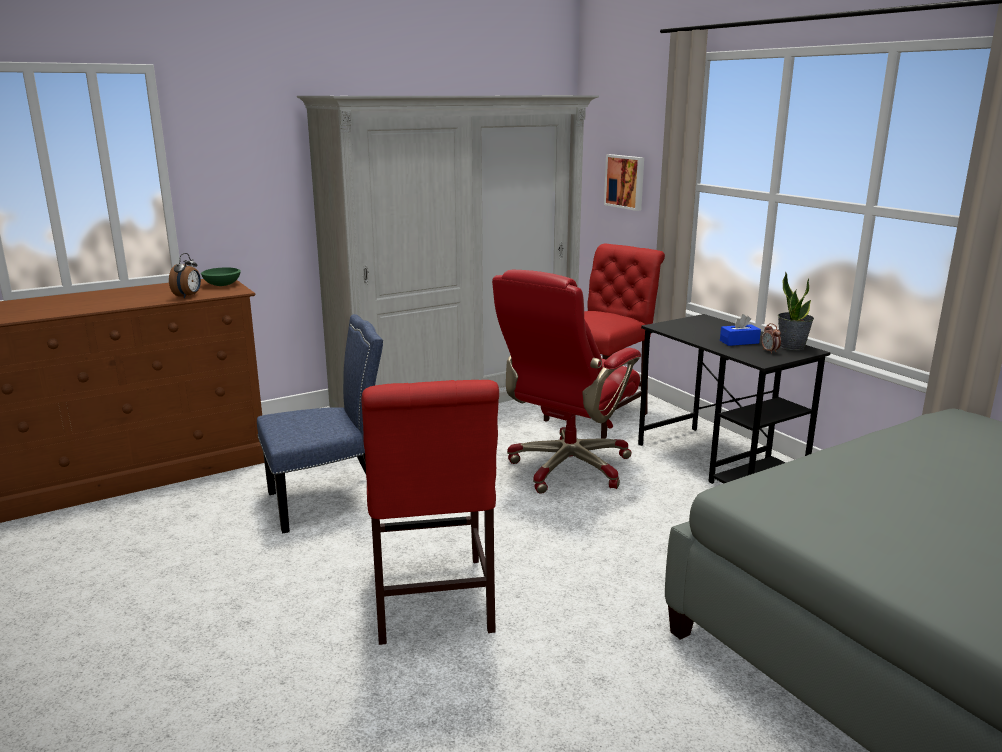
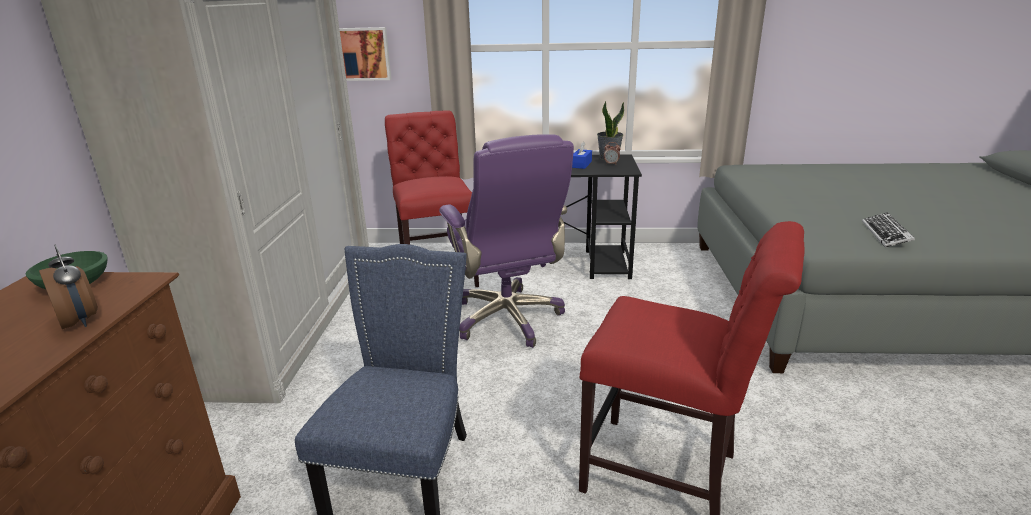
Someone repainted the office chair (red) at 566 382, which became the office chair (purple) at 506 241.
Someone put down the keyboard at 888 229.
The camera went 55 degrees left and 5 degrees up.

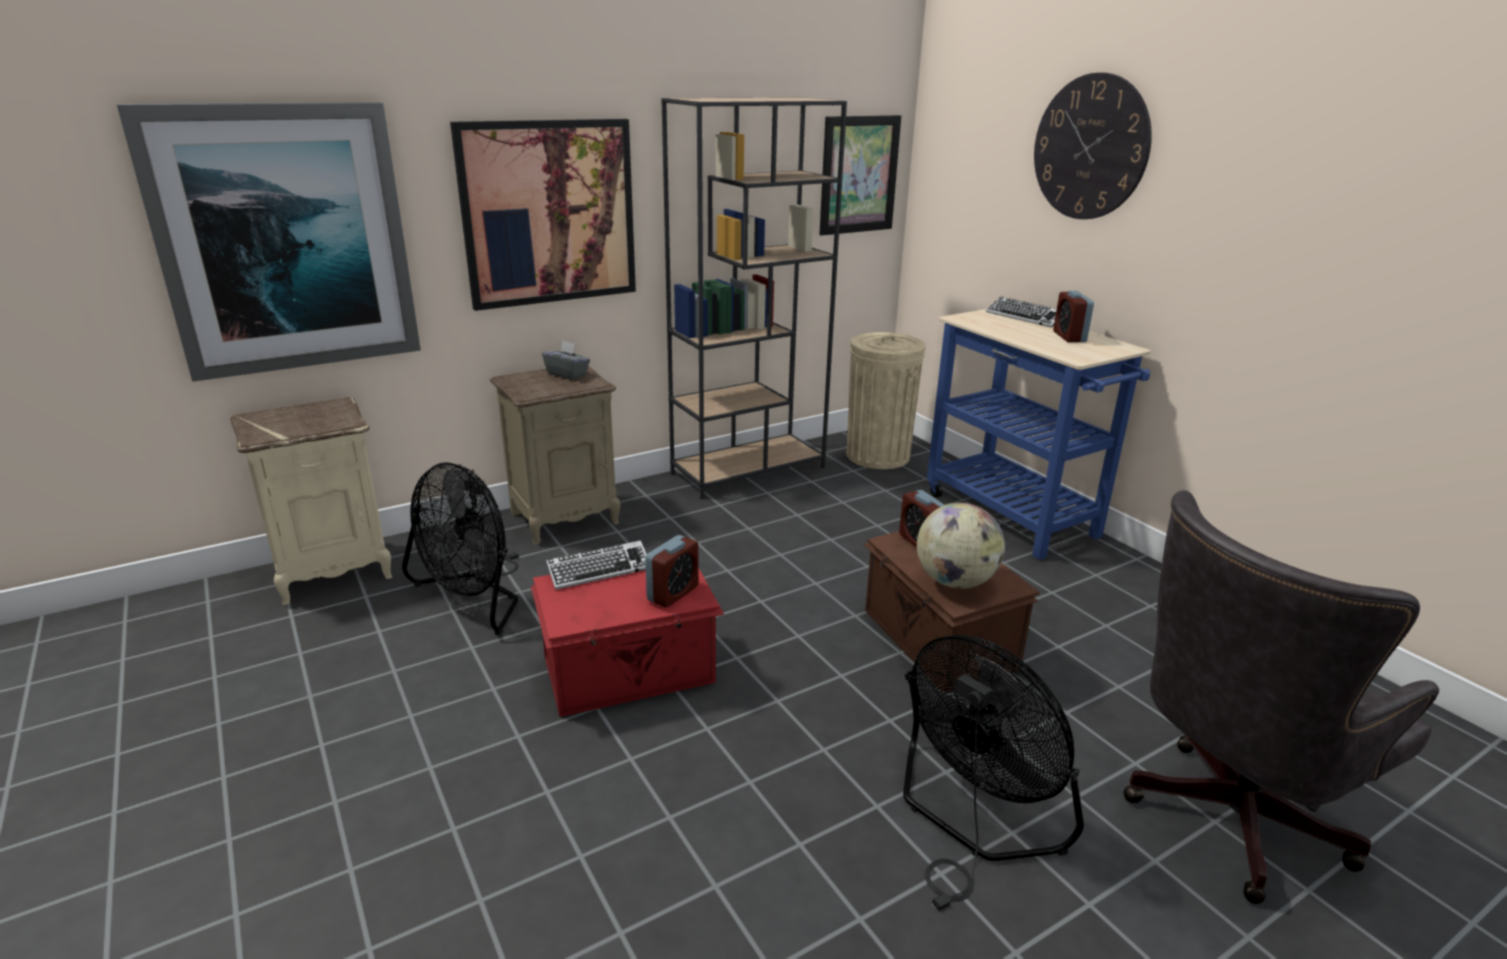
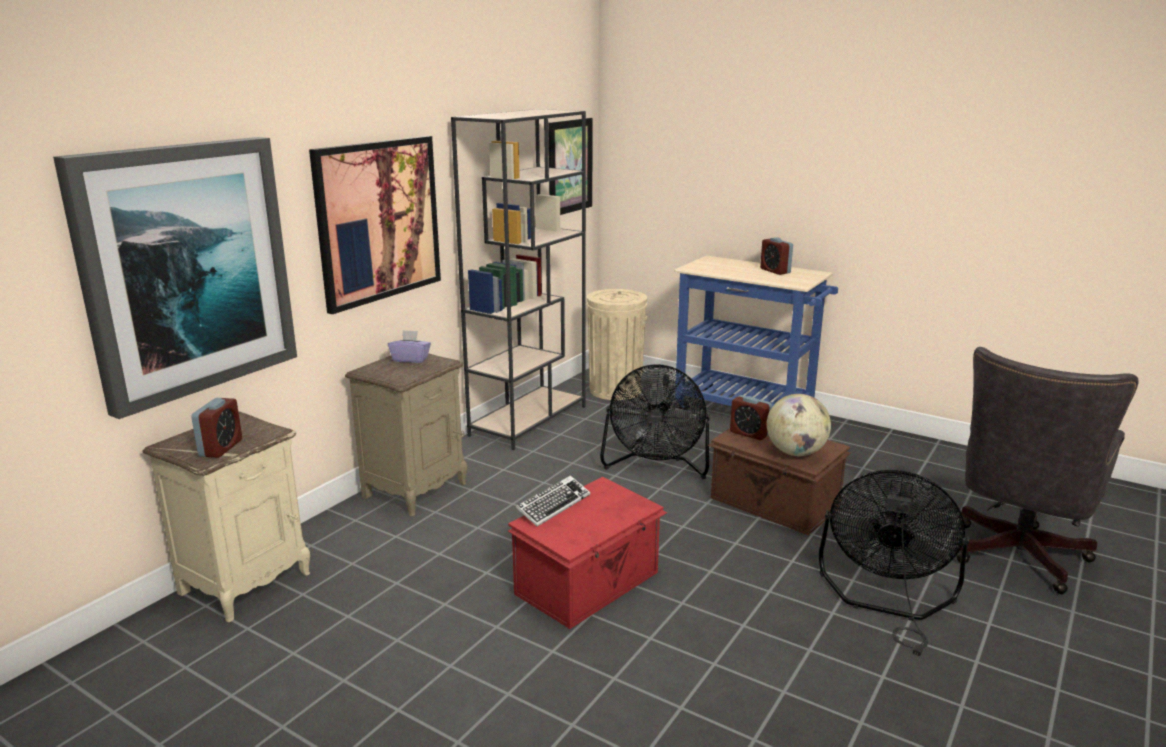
Someone carried the fan (black) from 460 549 to 655 421.
Someone repainted the tissue box (grey) at 566 360, which became the tissue box (purple) at 409 346.
Someone carried the alarm clock from 672 571 to 216 428.
Someone took away the keyboard at 1021 312.
Someone took away the wall clock at 1093 145.
The camera went 25 degrees left and 5 degrees down.

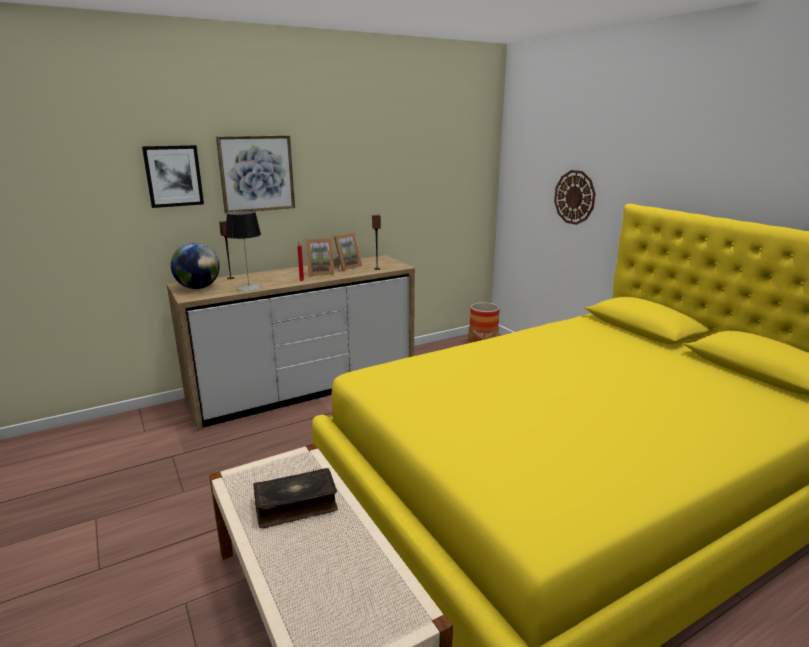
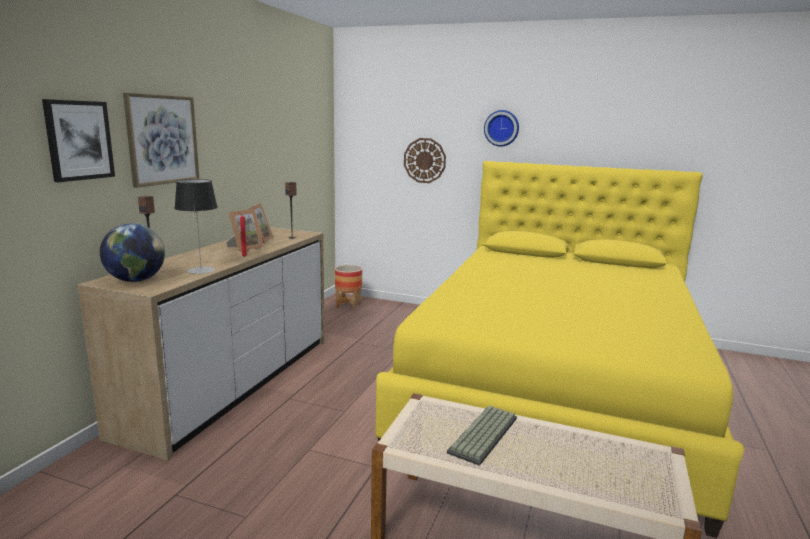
Someone swapped the book at 295 498 for the keyboard at 482 435.
Someone put up the wall clock at 501 128.
The camera went 40 degrees left and 5 degrees down.

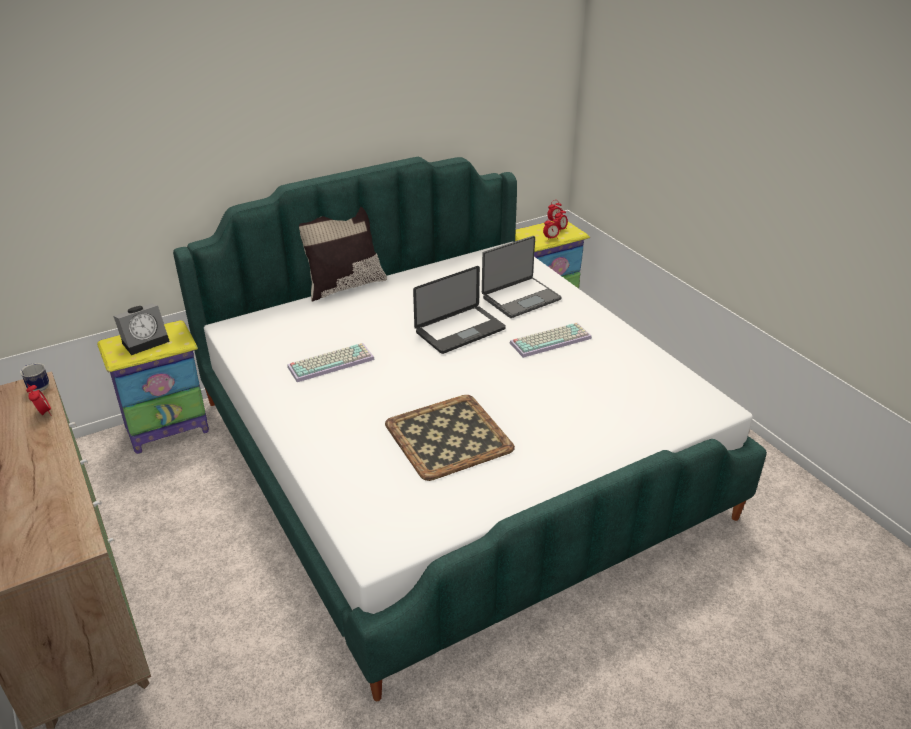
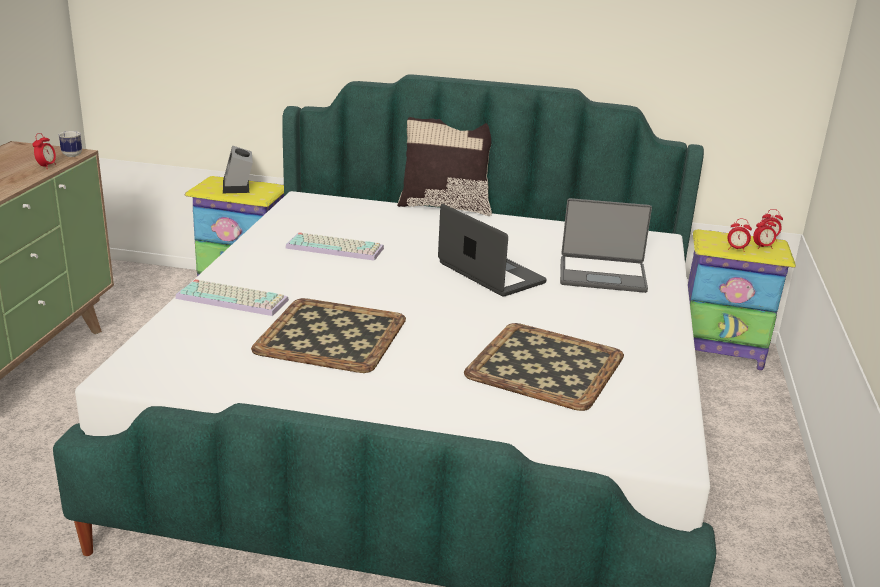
Someone rotated the alarm clock at 141 329 by 75 degrees clockwise.
Someone rotated the laptop at 459 310 by 135 degrees counterclockwise.
Someone carried the keyboard from 551 340 to 232 297.
Someone put down the tray at 544 367.
The camera went 40 degrees right and 10 degrees down.

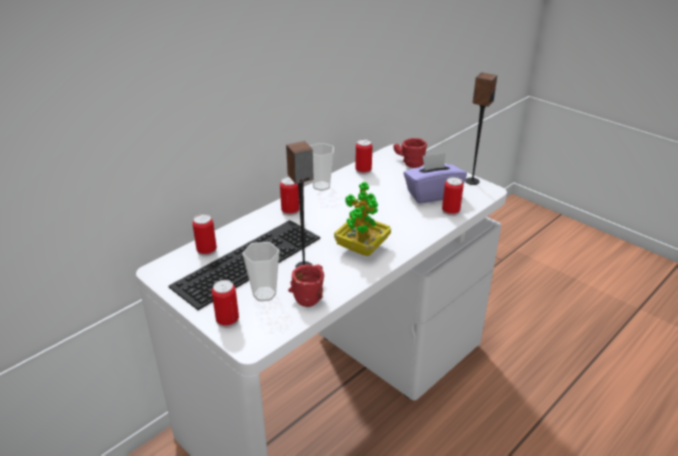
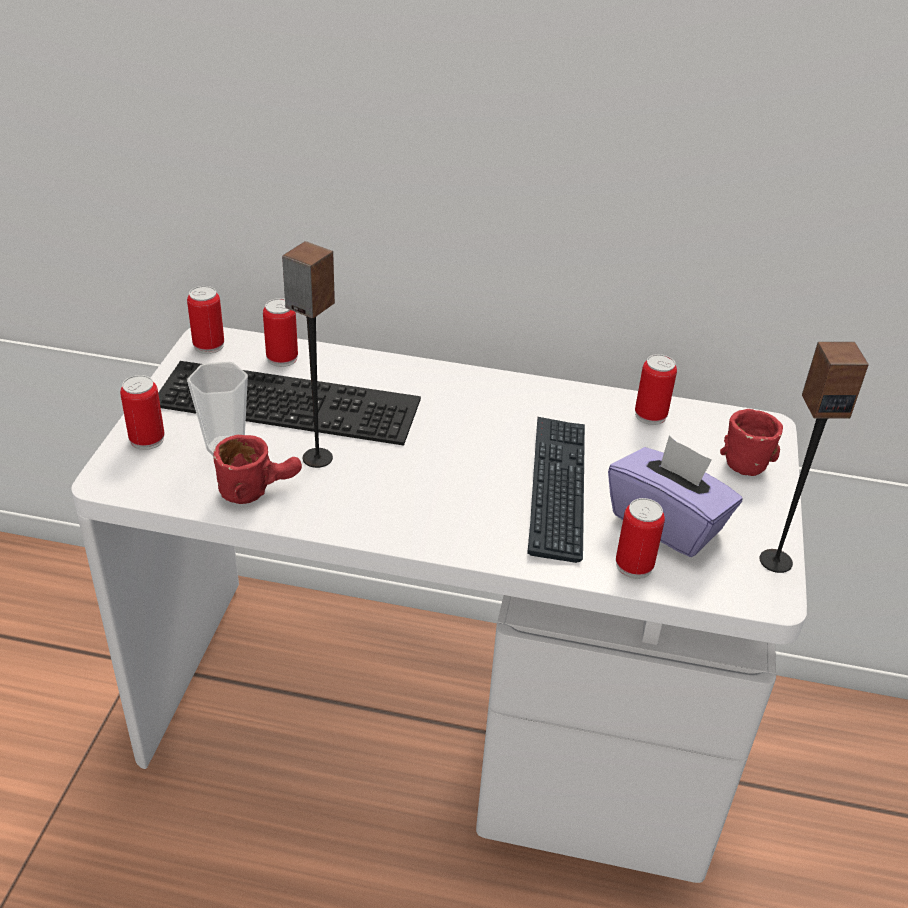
Someone carried the can from 289 196 to 205 320.
Someone took away the cup at 322 167.
Someone took away the potted plant at 362 219.
Someone put down the keyboard at 556 490.
The camera went 55 degrees right and 5 degrees up.

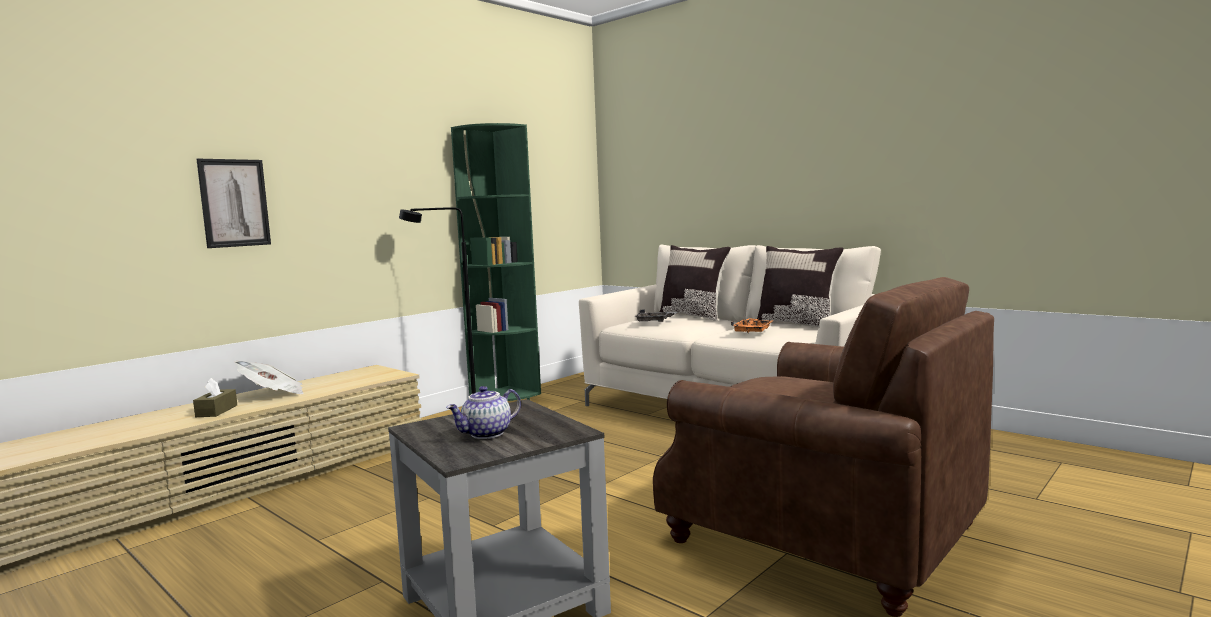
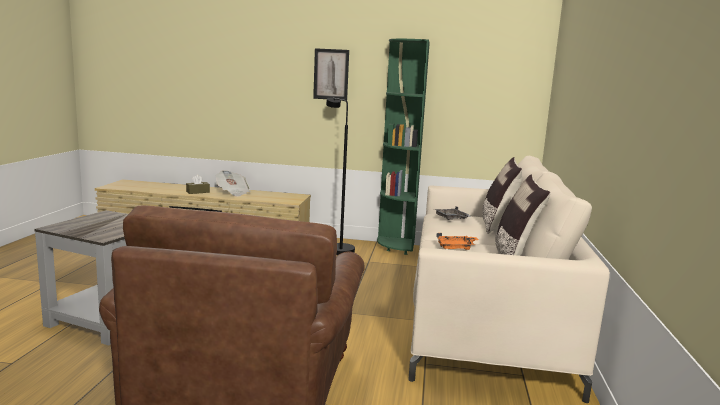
Someone carried the picture from 234 203 to 331 74.
Someone took away the teapot at 483 412.
The camera went 55 degrees right and 5 degrees up.

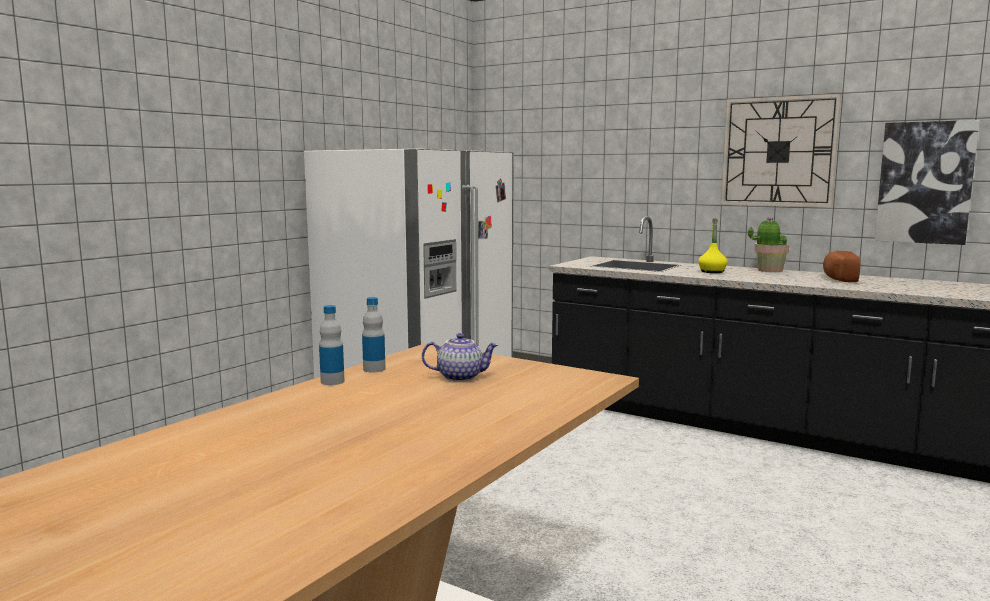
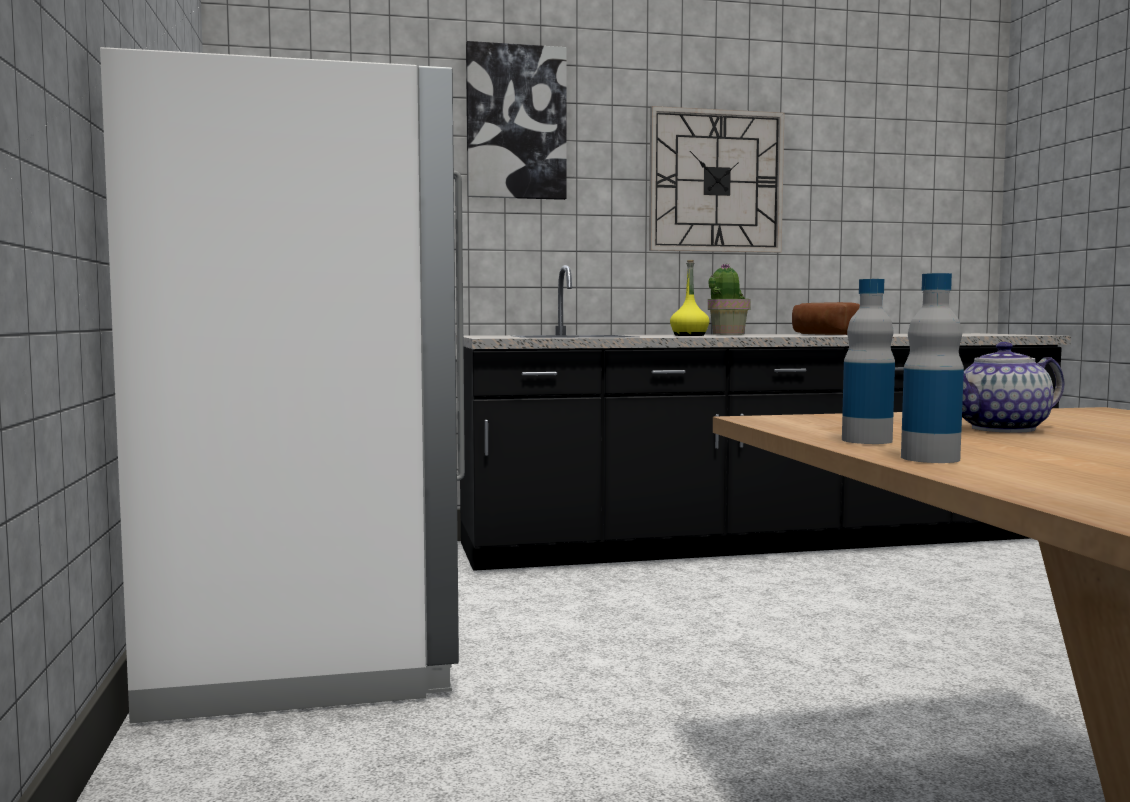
Someone rotated the teapot at 460 357 by 150 degrees counterclockwise.
Someone carried the picture from 927 182 to 516 120.
The camera went 45 degrees left and 5 degrees down.

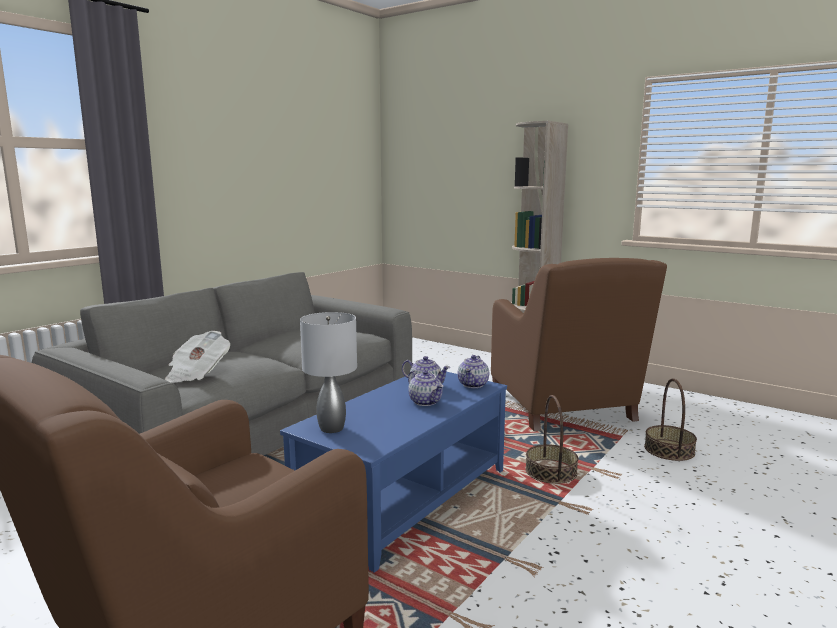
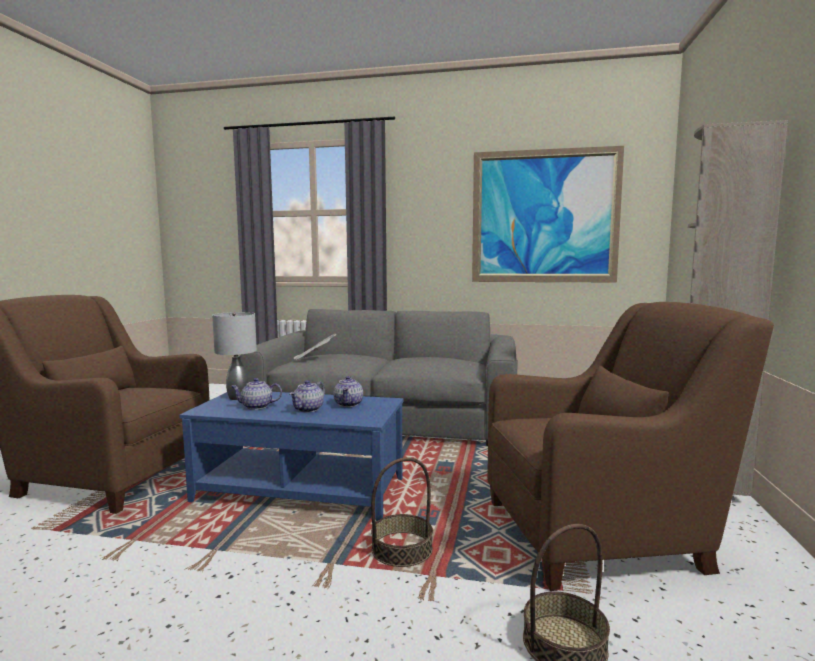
Someone carried the teapot from 473 371 to 256 394.
Someone rotated the armchair (brown) at 579 344 by 150 degrees counterclockwise.
Someone put up the picture at 548 214.
The camera went 65 degrees right and 5 degrees down.

